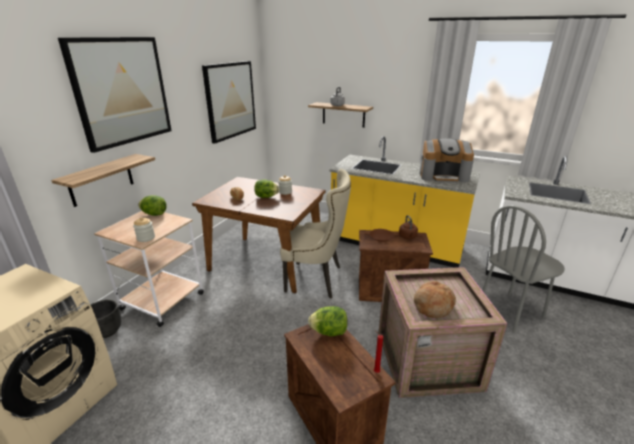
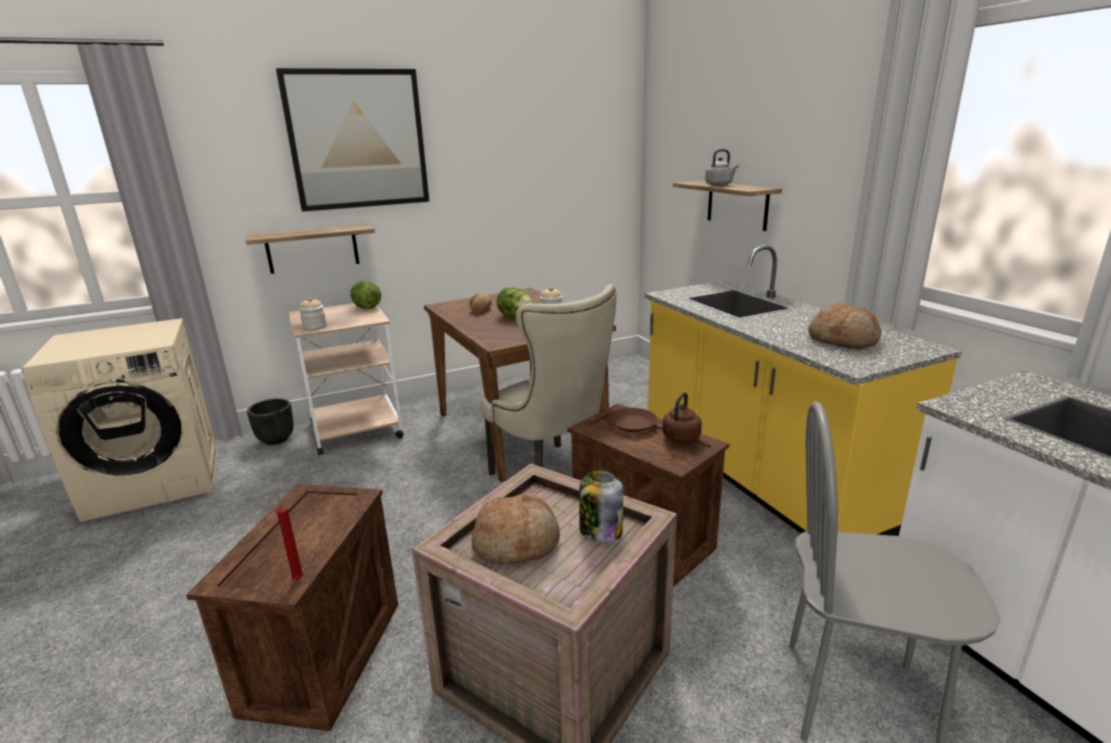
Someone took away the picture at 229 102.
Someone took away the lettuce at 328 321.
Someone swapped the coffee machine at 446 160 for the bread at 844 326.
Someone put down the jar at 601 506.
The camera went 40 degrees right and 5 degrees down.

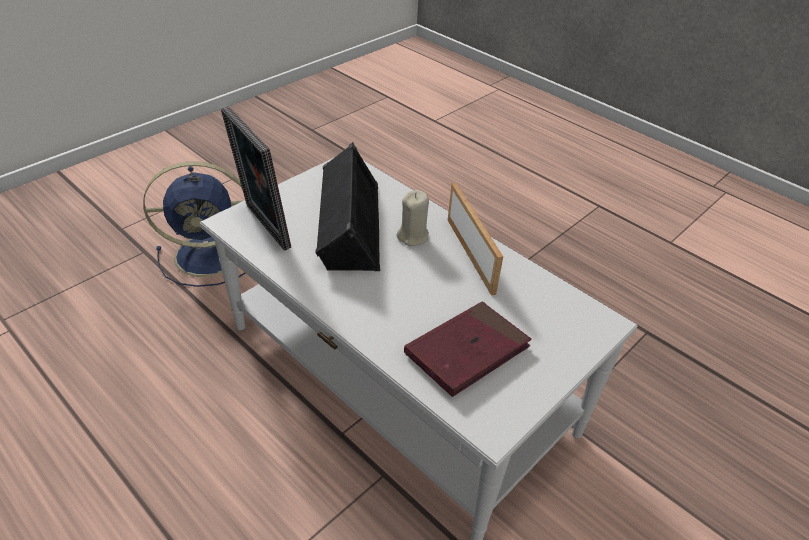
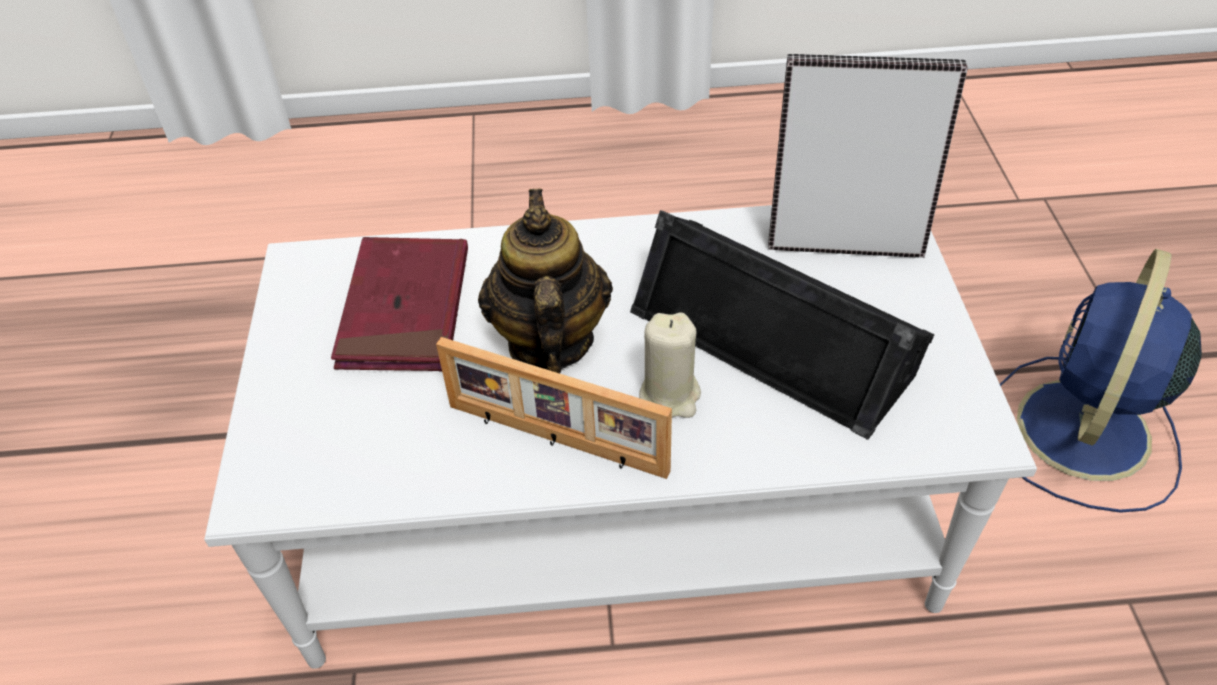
Someone put down the teapot at 545 280.
The camera went 135 degrees right and 5 degrees up.

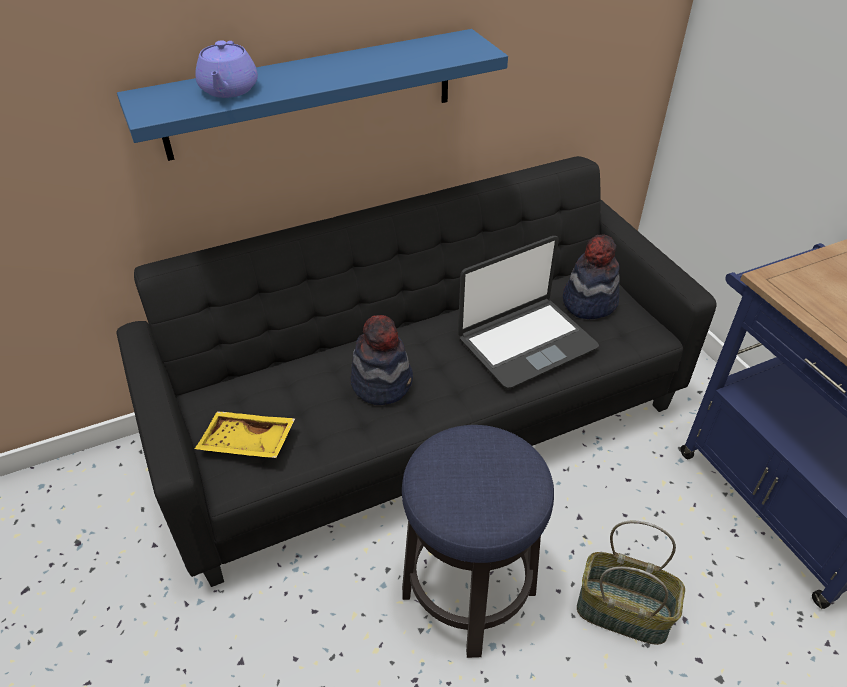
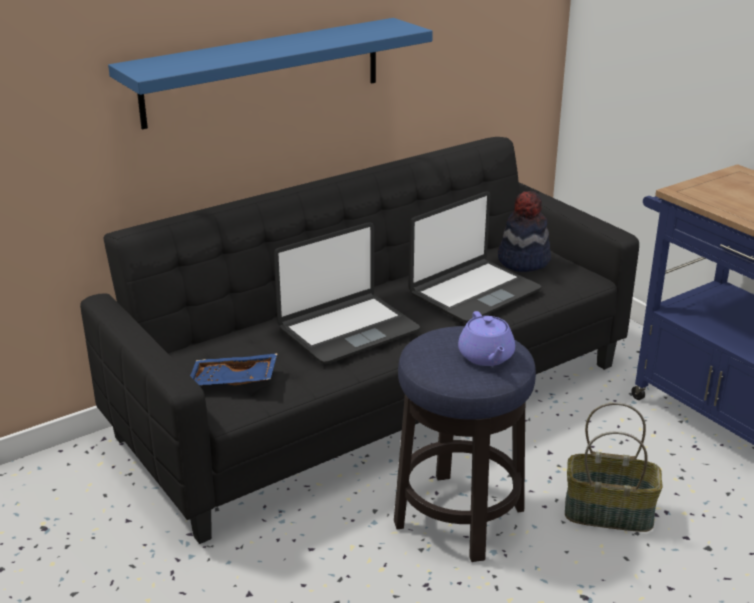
Someone carried the teapot (purple) from 226 69 to 486 338.
Someone repainted the tray (yellow) at 245 434, which became the tray (blue) at 234 369.
Someone swapped the hat at 382 360 for the laptop at 347 293.
The camera went 10 degrees left and 15 degrees down.

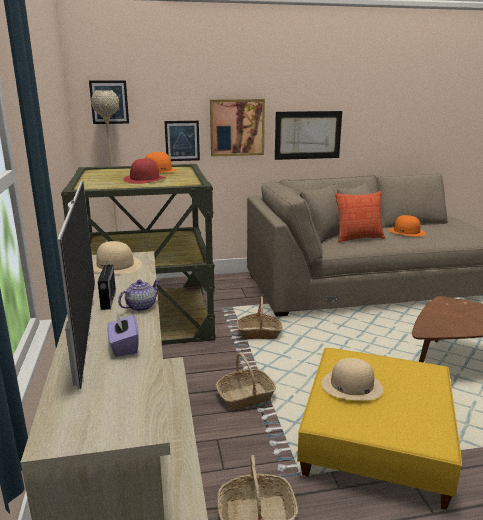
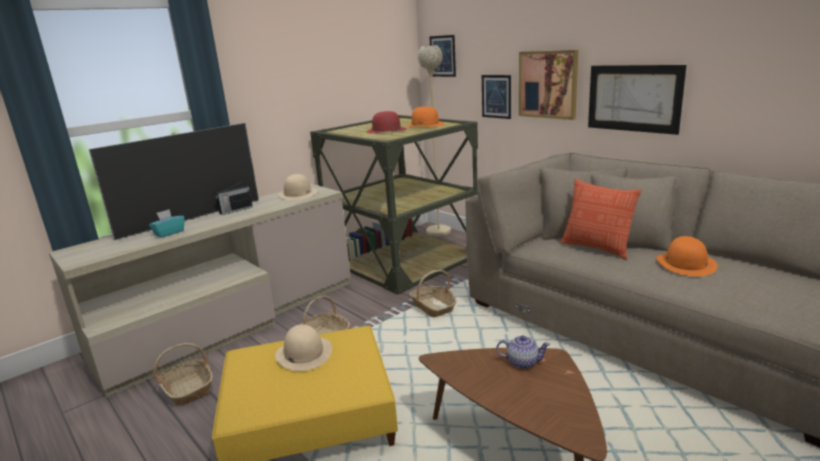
Someone repainted the tissue box (purple) at 123 335, which became the tissue box (turquoise) at 166 223.
Someone carried the teapot from 139 295 to 523 352.
The camera went 60 degrees right and 0 degrees up.

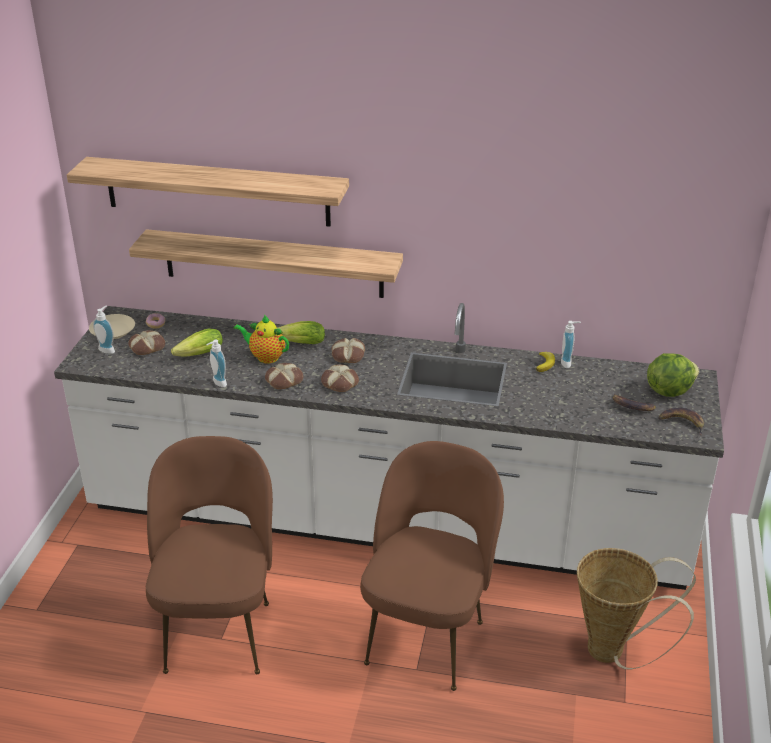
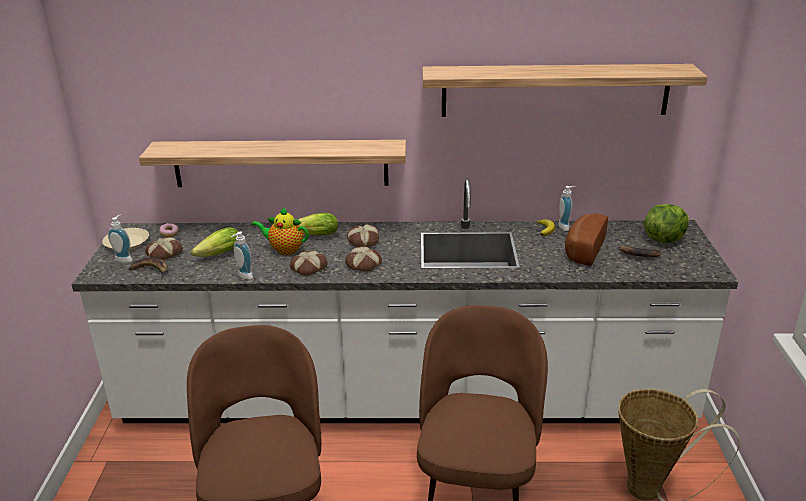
Someone carried the shelf from 208 192 to 565 90.
Someone carried the banana from 681 422 to 148 268.
Someone put down the bread at 586 240.
The camera went 10 degrees left and 5 degrees down.

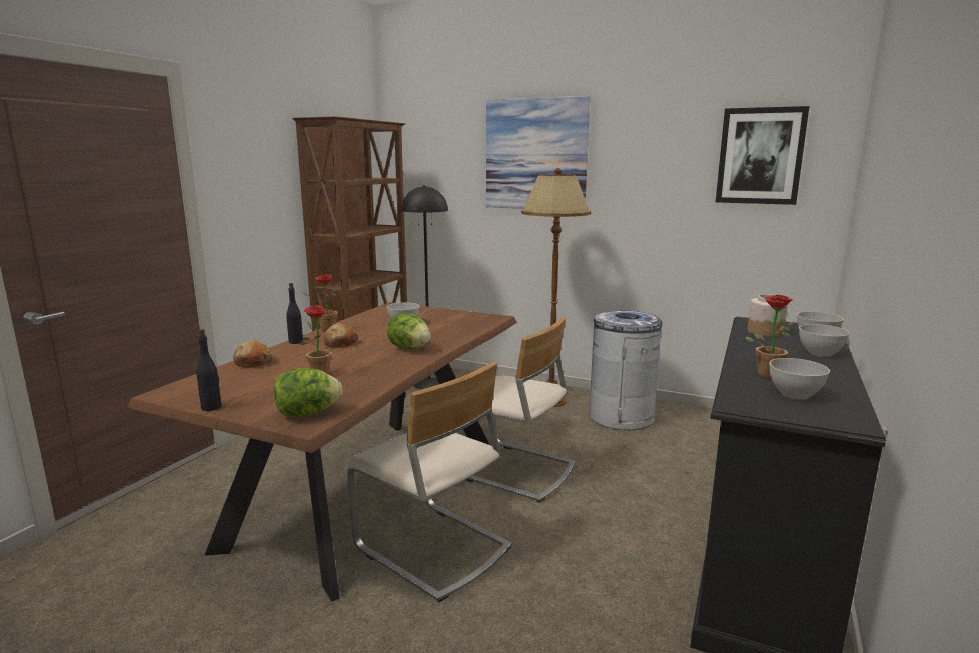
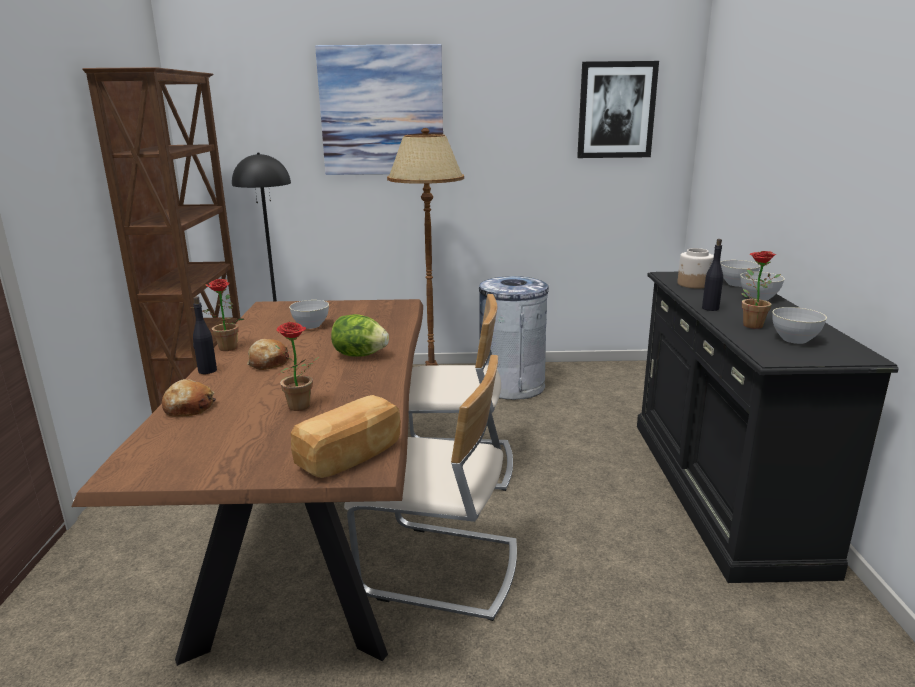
Someone carried the bottle (black) from 209 370 to 712 275.
Someone swapped the lettuce at 308 392 for the bread at 346 436.
The camera went 25 degrees left and 5 degrees up.

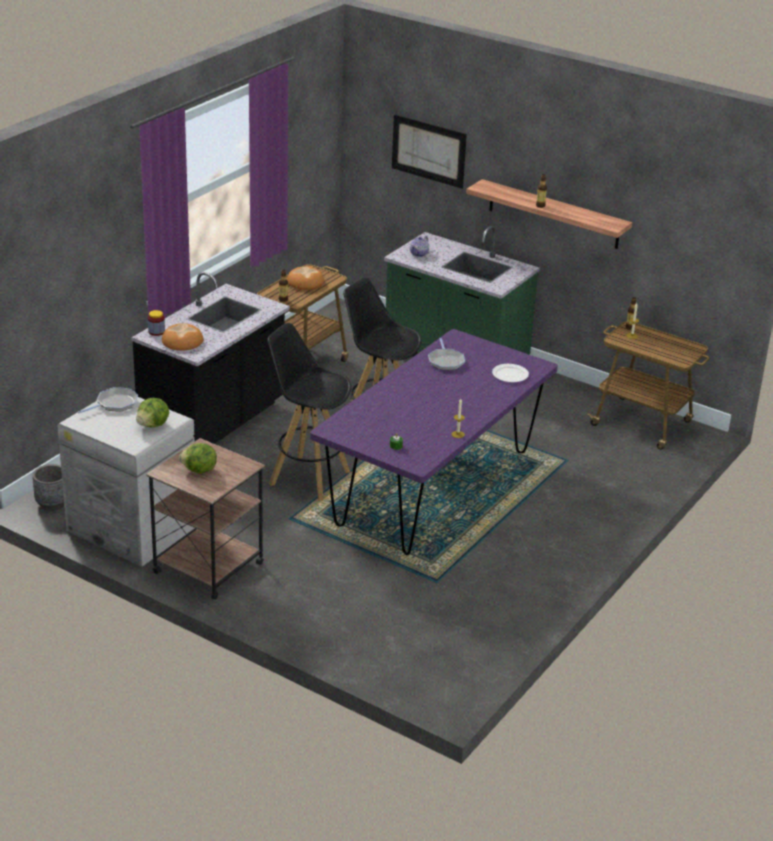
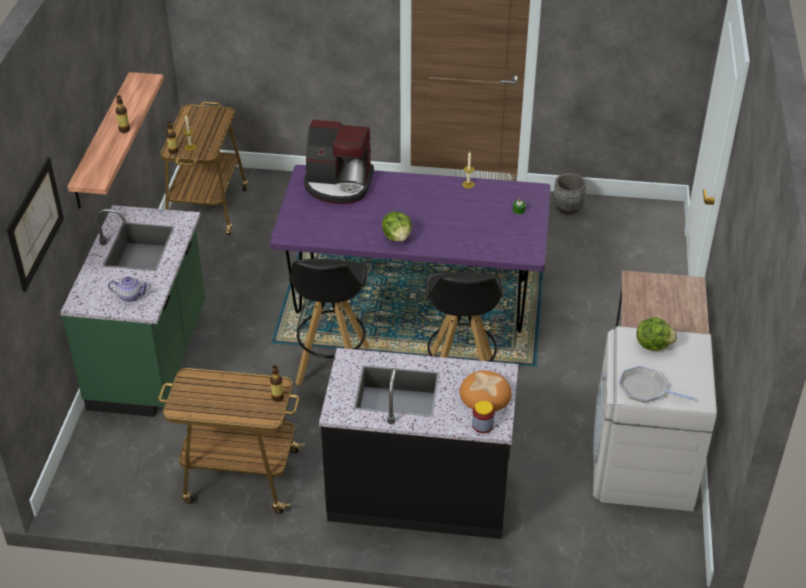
Someone carried the planter (grey) from 48 487 to 569 194.
Someone carried the lettuce from 198 458 to 397 226.
Someone took away the bread at 305 278.
Someone took away the frying pan at 446 354.
Someone swapped the plate (white) at 510 373 for the coffee machine at 339 162.
The camera went 115 degrees left and 10 degrees up.

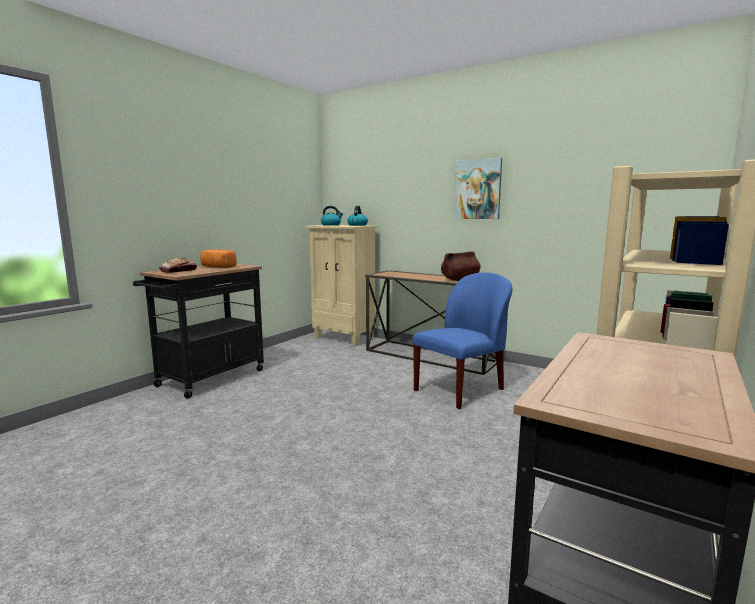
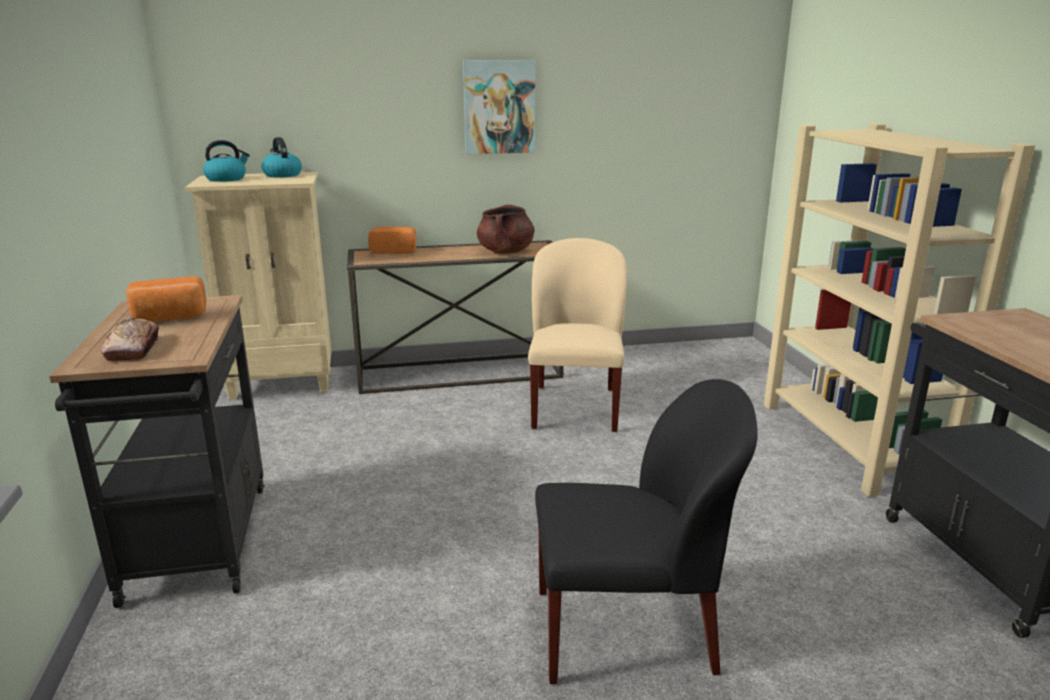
Someone repainted the chair (blue) at 462 340, which became the chair (beige) at 577 335.
Someone put down the bread at 392 240.
Someone put down the chair (black) at 646 531.
The camera went 45 degrees left and 10 degrees up.

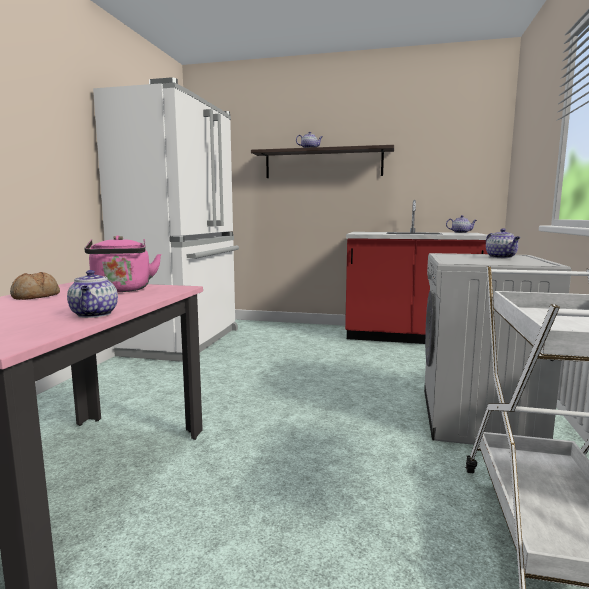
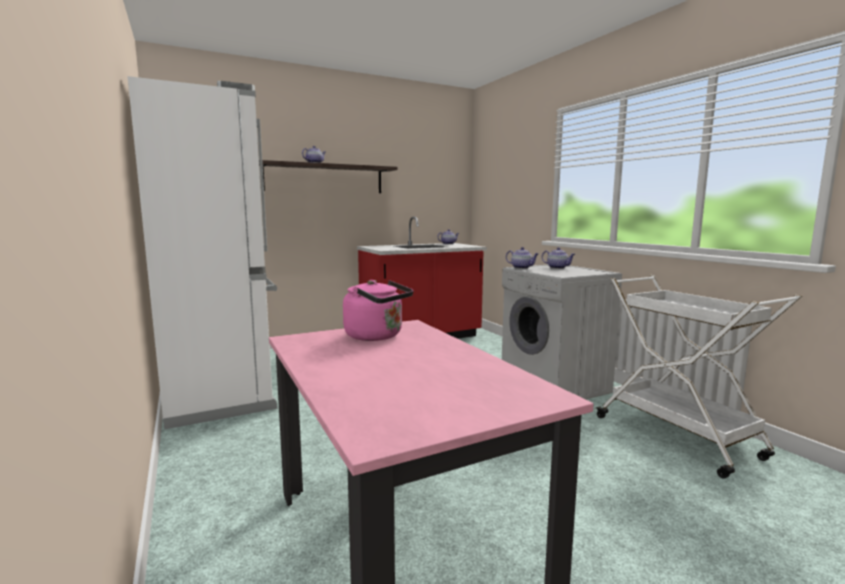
Someone took away the bread at 35 286.
Someone carried the teapot from 92 294 to 522 258.
The camera went 40 degrees left and 0 degrees up.

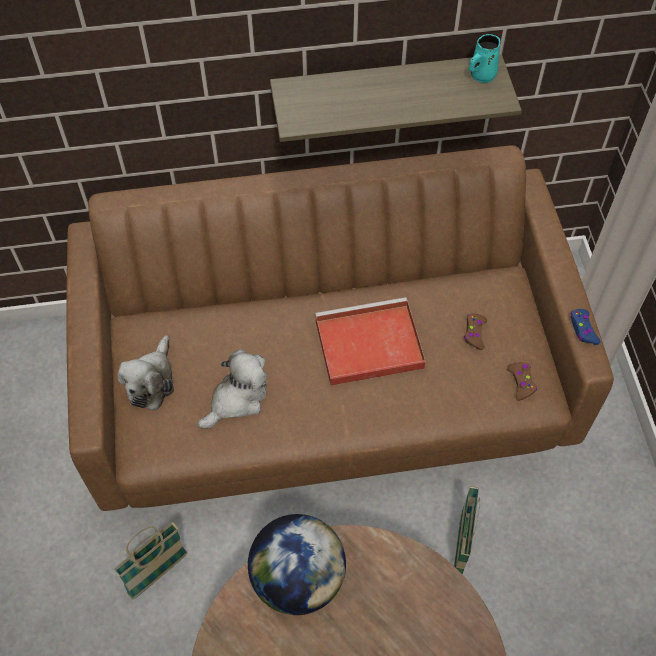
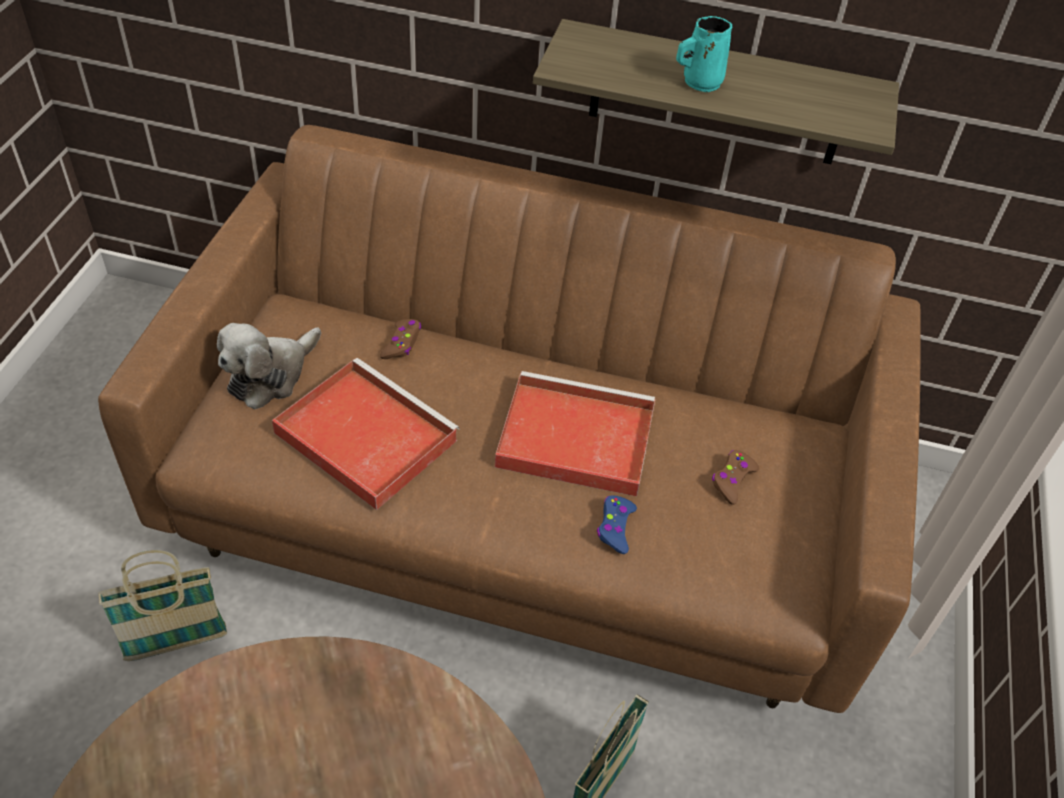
Someone swapped the plush toy at 232 389 for the tray (red) at 366 434.
Someone took away the globe at 297 564.
Someone carried the mug (turquoise) from 484 58 to 704 54.
Someone carried the game controller (brown) from 522 381 to 400 339.
Someone carried the game controller (blue) from 586 327 to 617 524.
The camera went 20 degrees right and 10 degrees down.

